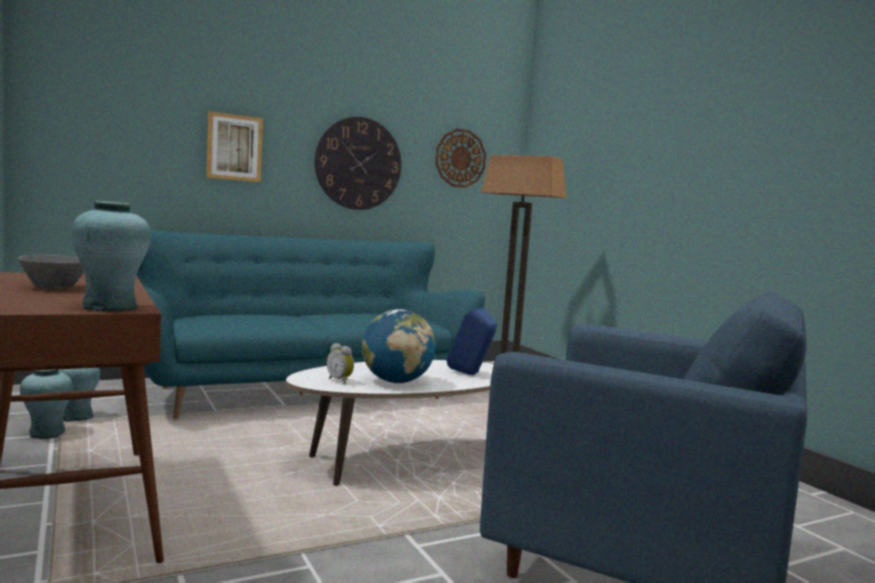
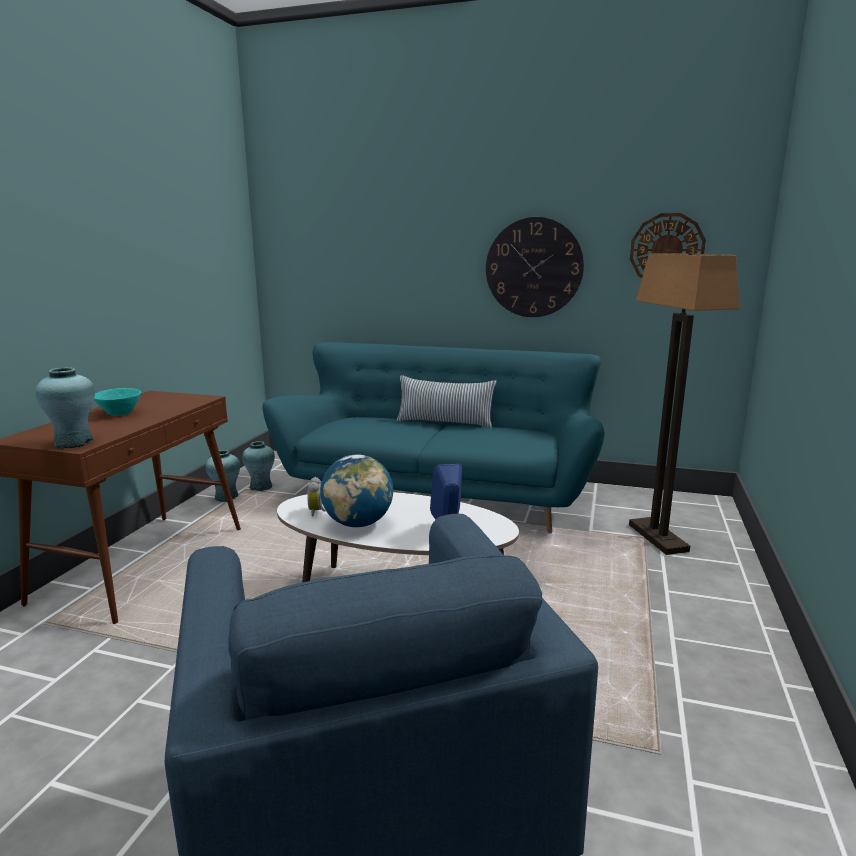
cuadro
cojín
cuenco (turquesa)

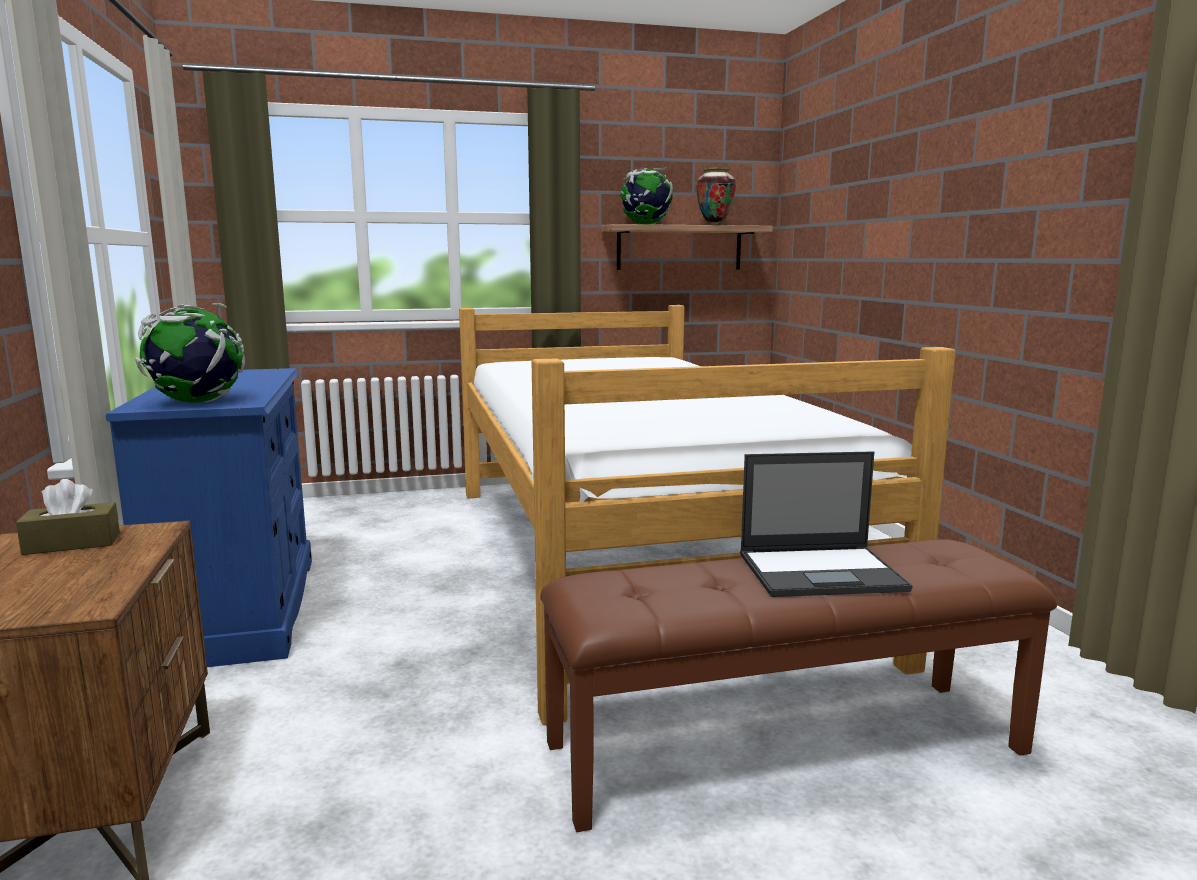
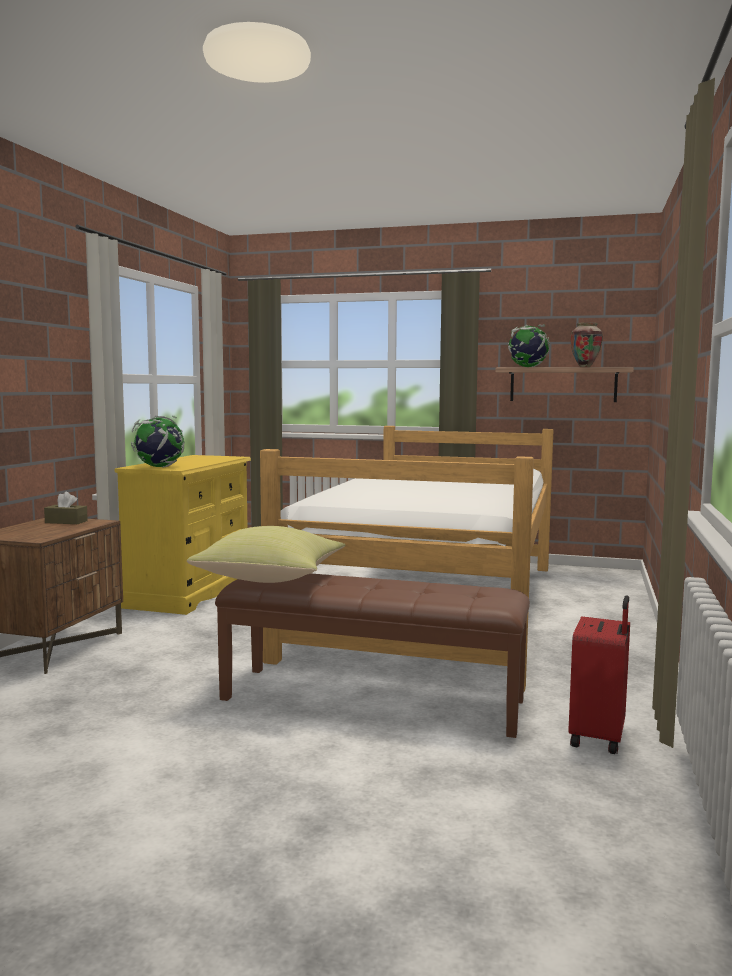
portátil
cojín (amarillo)
maleta (rojo)
cómoda (amarillo)

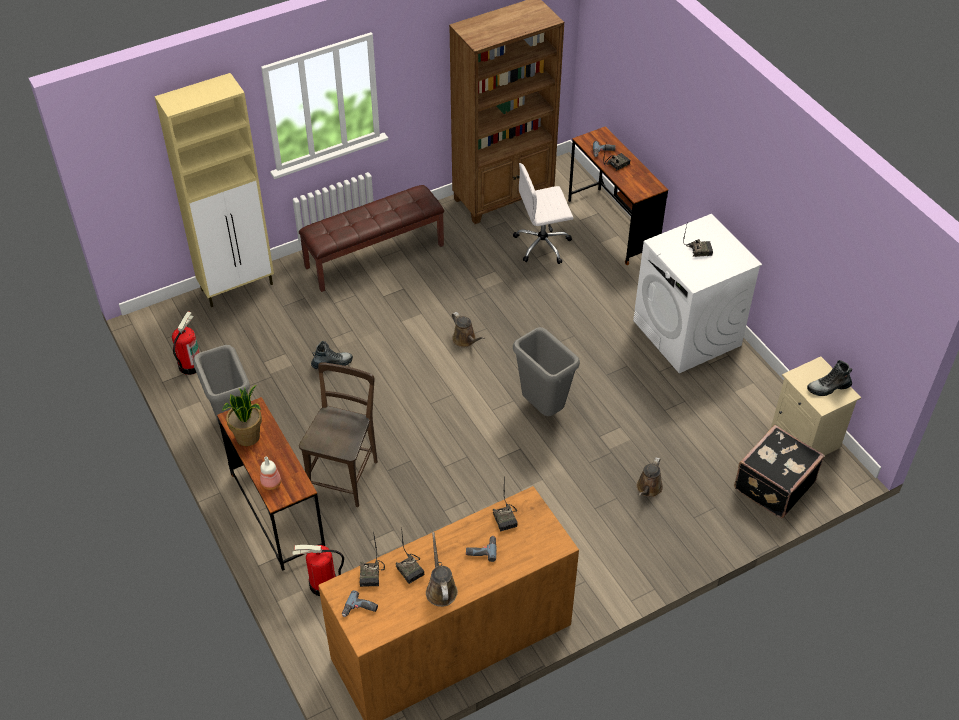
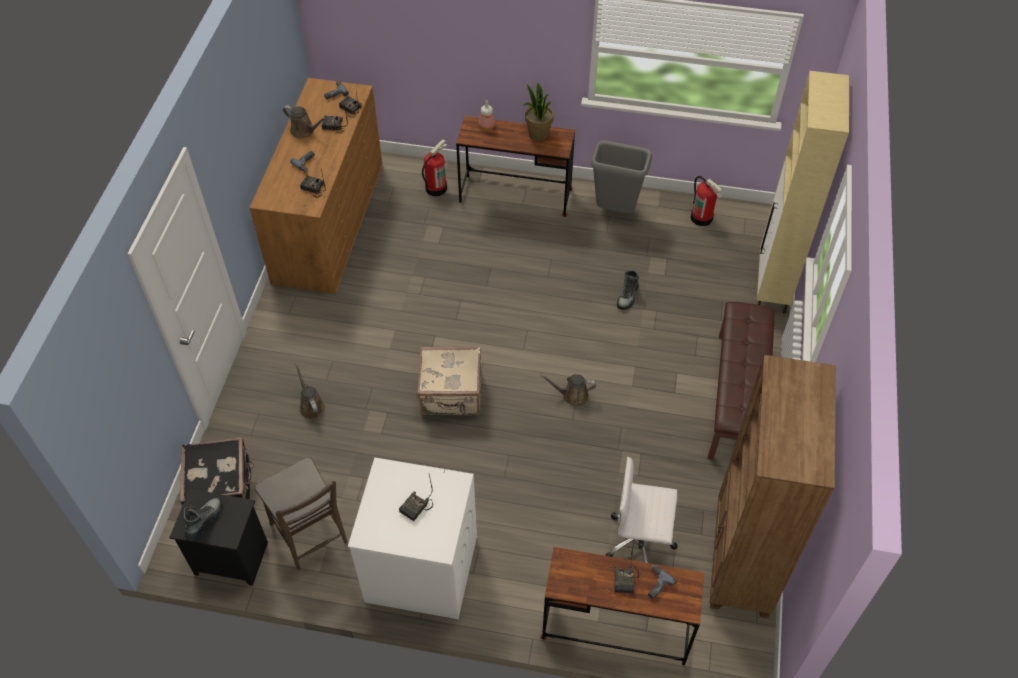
silla (marrón)
maleta (beis)
mesita de noche (negro)
silla de oficina (blanco)

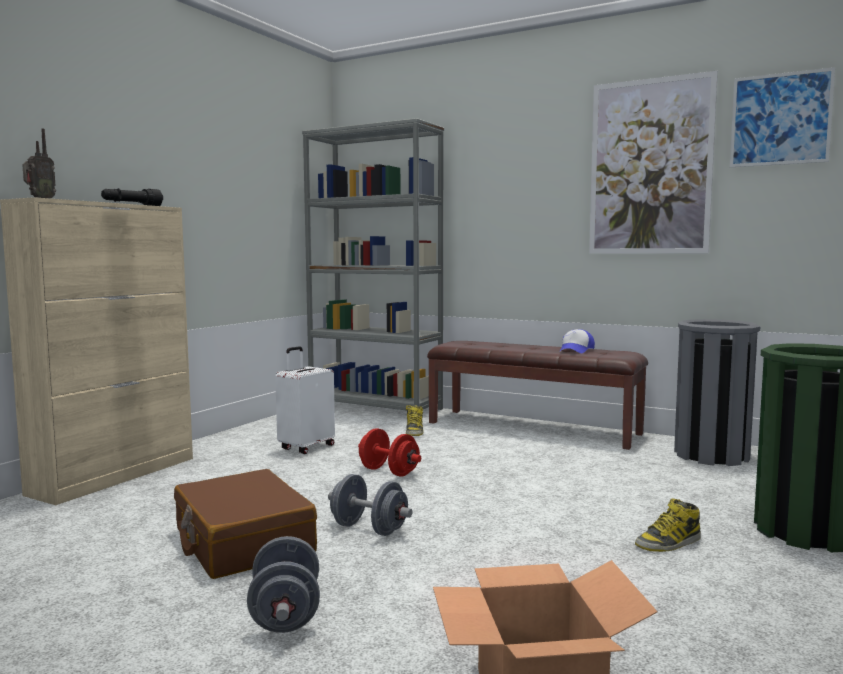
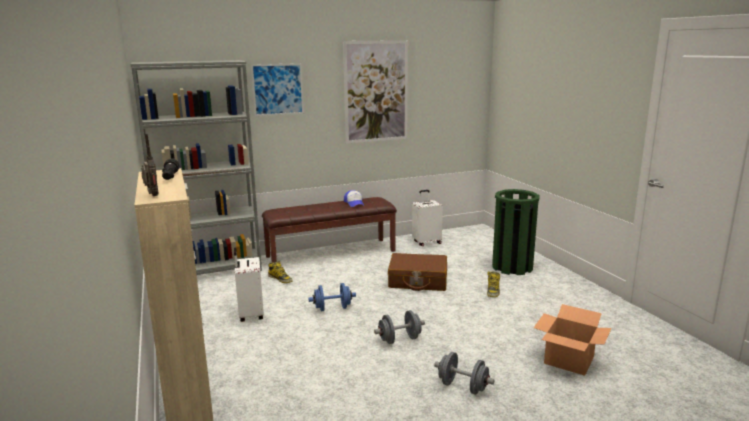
maleta (marrón)
cuadro (no. 1 from left)
maleta (blanco) (no. 2 from left)
mancuerna (azul)

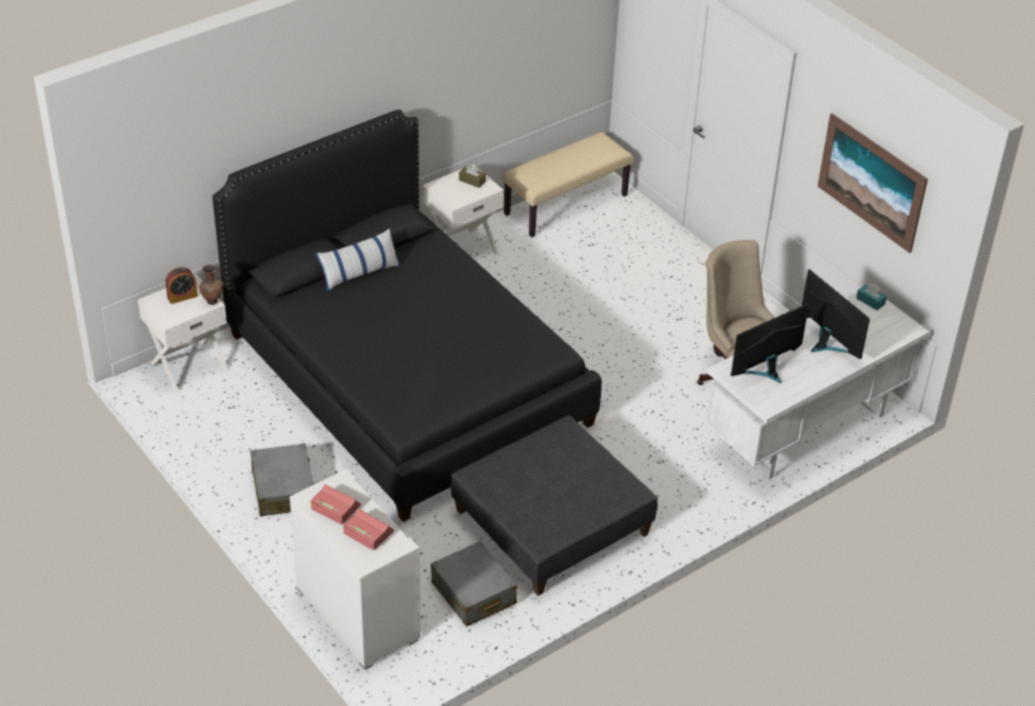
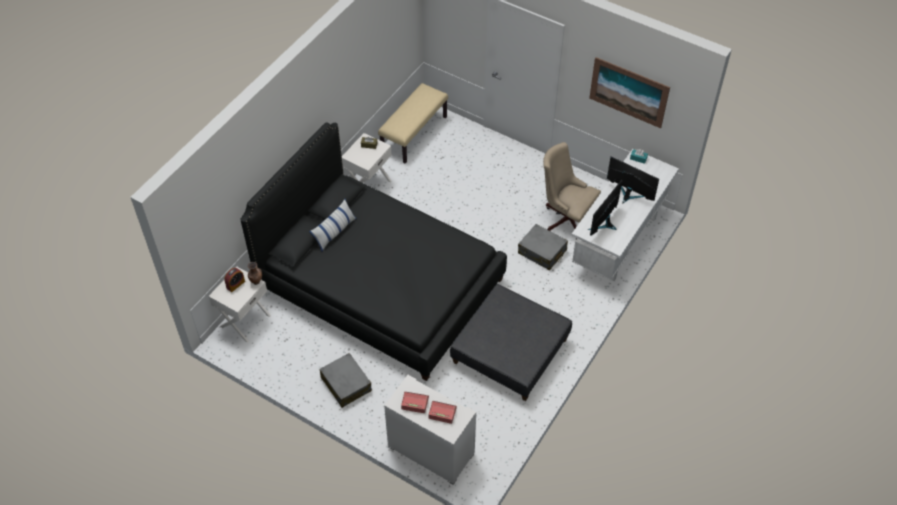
maleta (gris) (no. 2 from left)

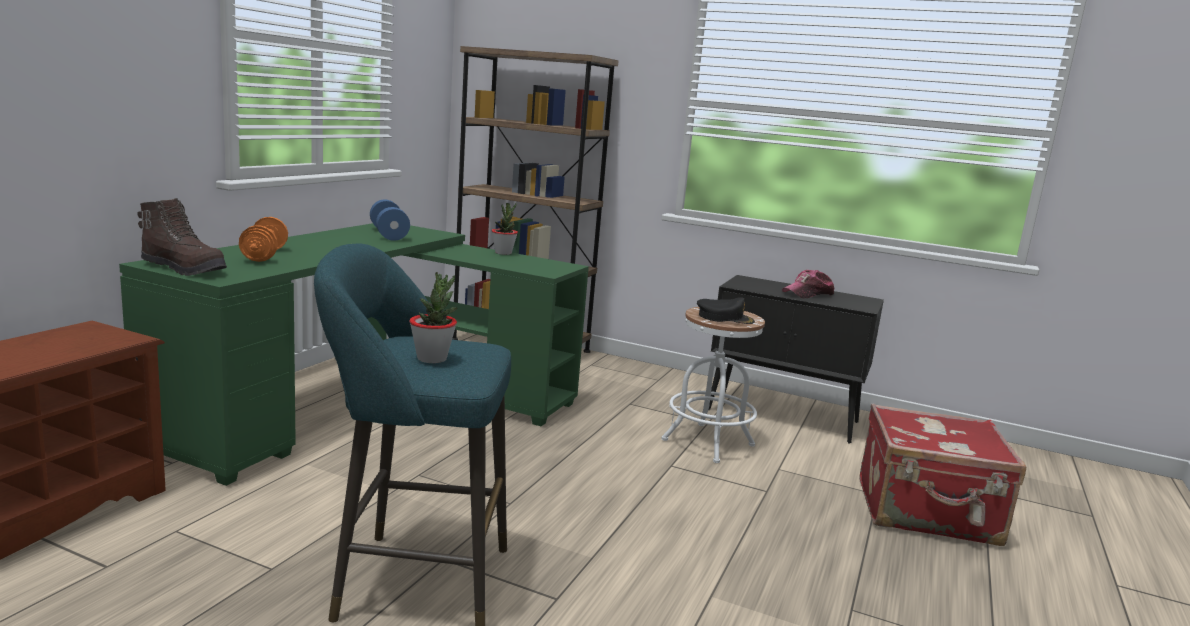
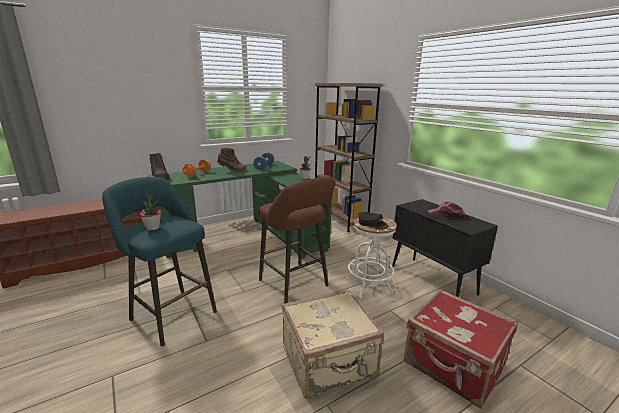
bota (marrón) (no. 2 from left)
taburete (marrón)
maleta (beis)

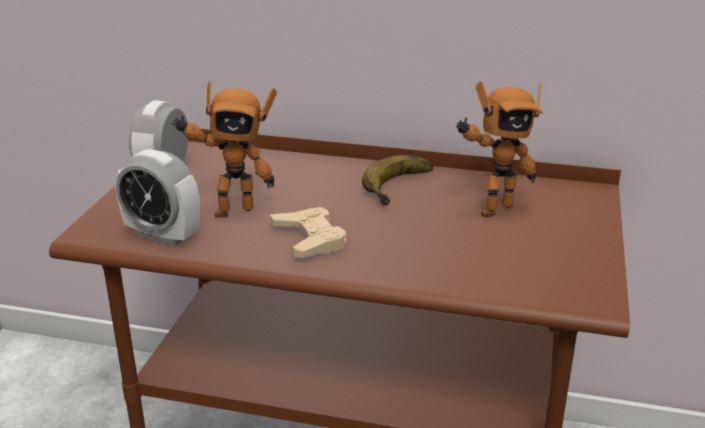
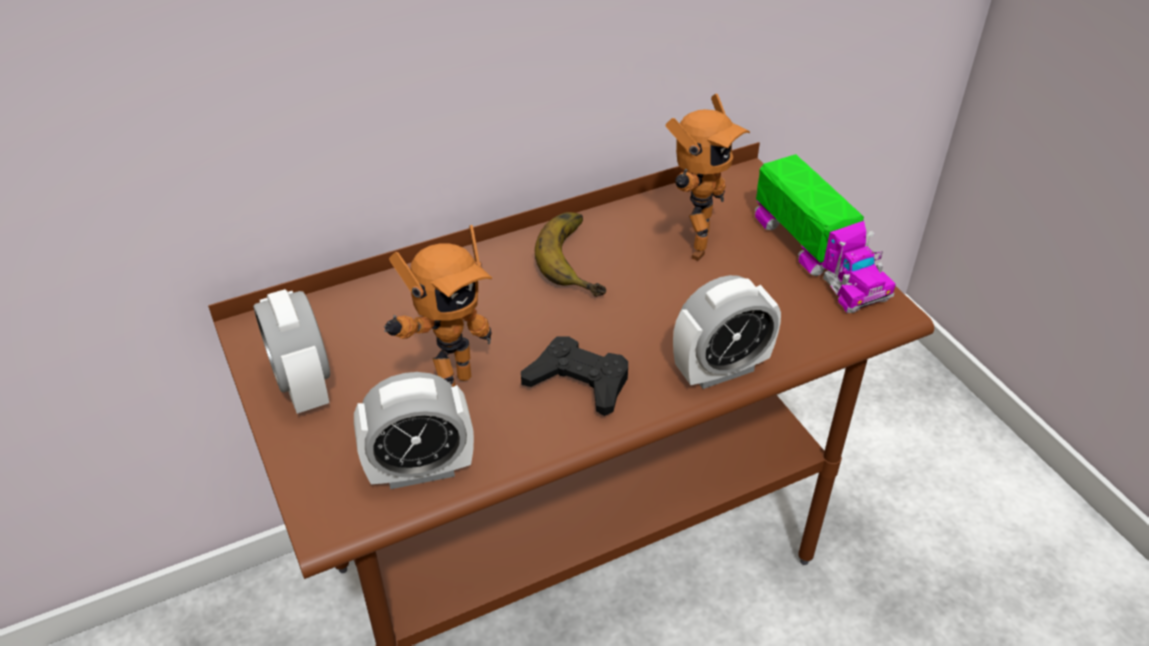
despertador (no. 3 from left)
camión de juguete
mando de consola (negro)

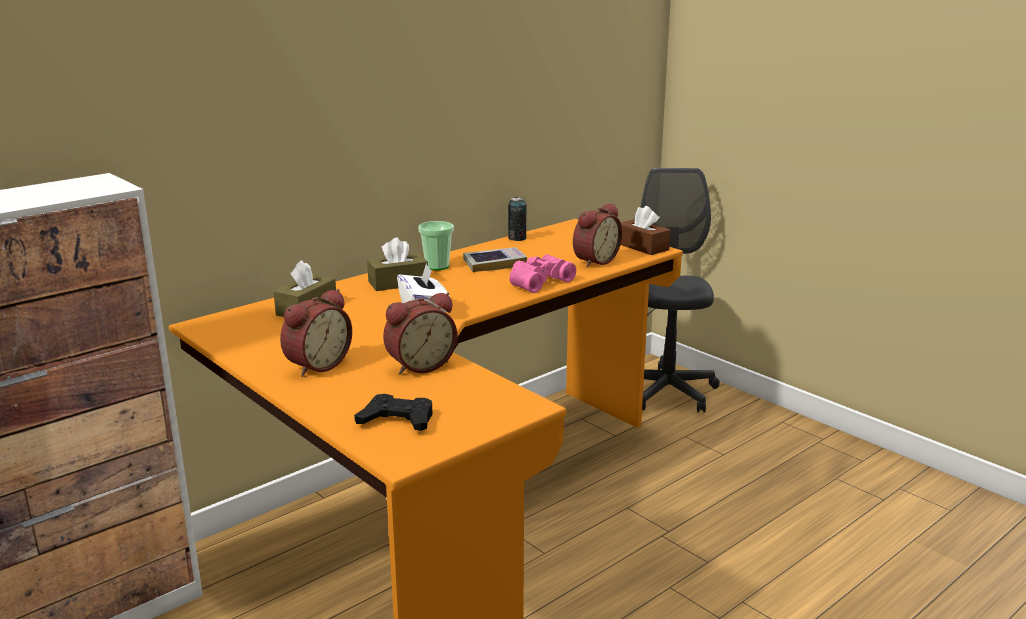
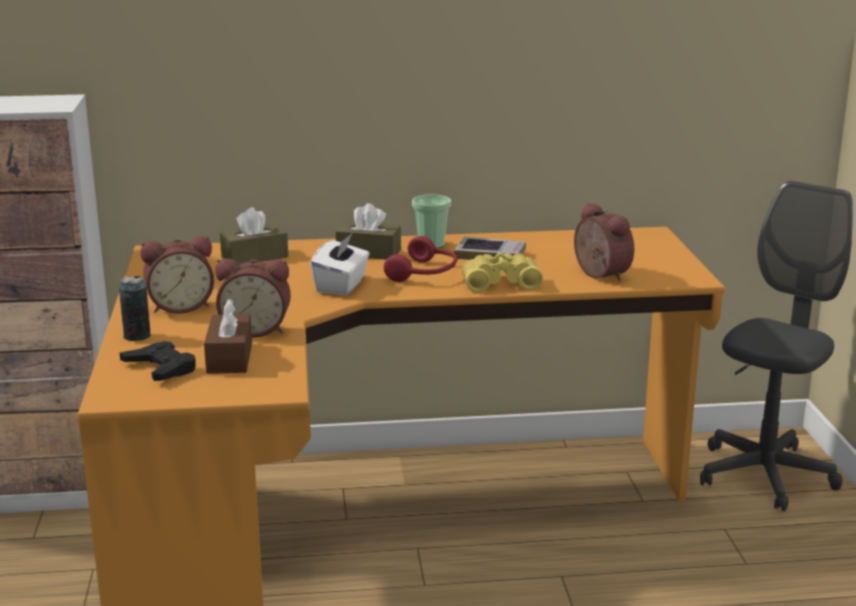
auriculares (rojo)
lata
caja de pañuelos (marrón) (no. 1 from left)
prismáticos (amarillo)
despertador (no. 3 from left)

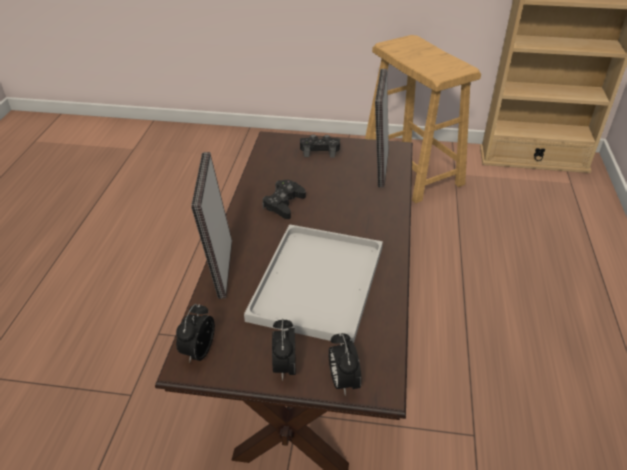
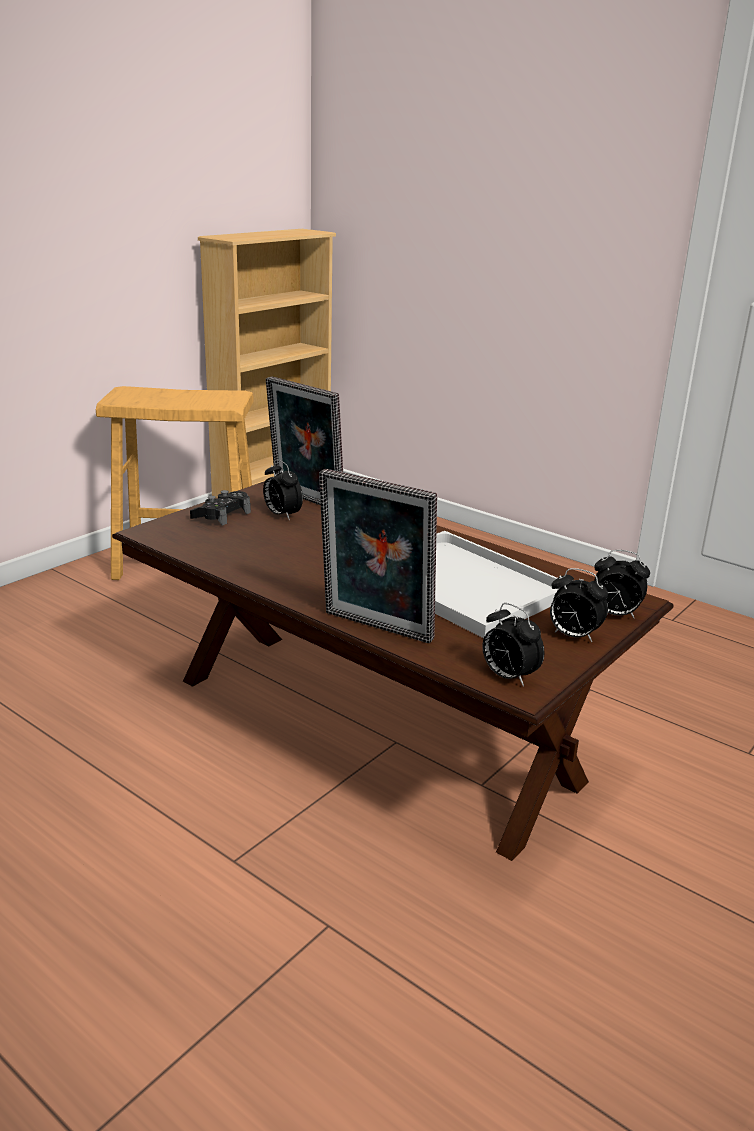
mando de consola (negro) (no. 1 from left in the first image)
despertador (no. 1 from left)

